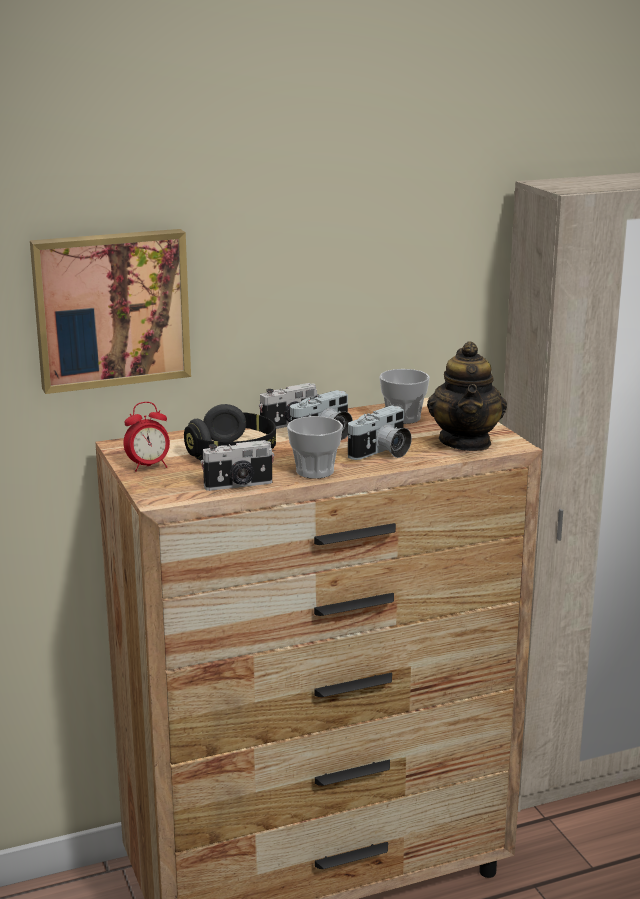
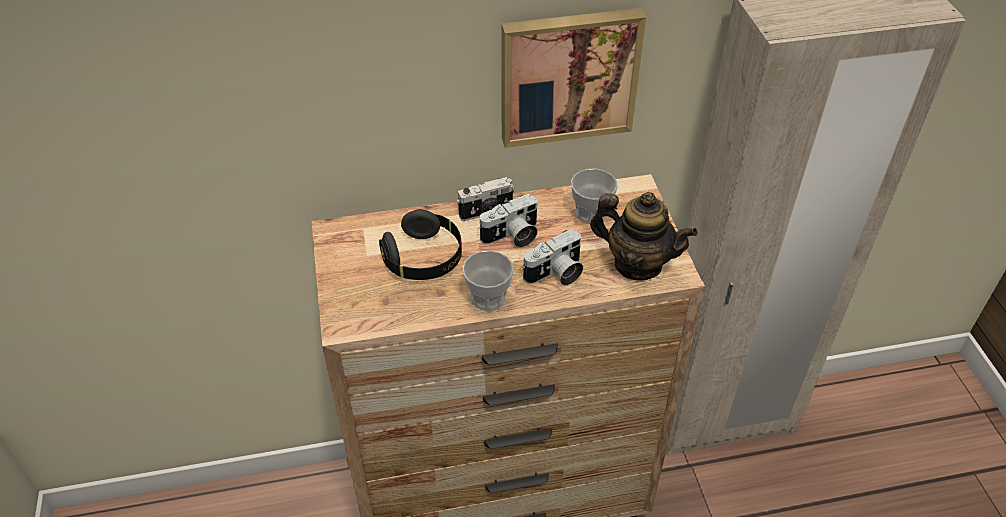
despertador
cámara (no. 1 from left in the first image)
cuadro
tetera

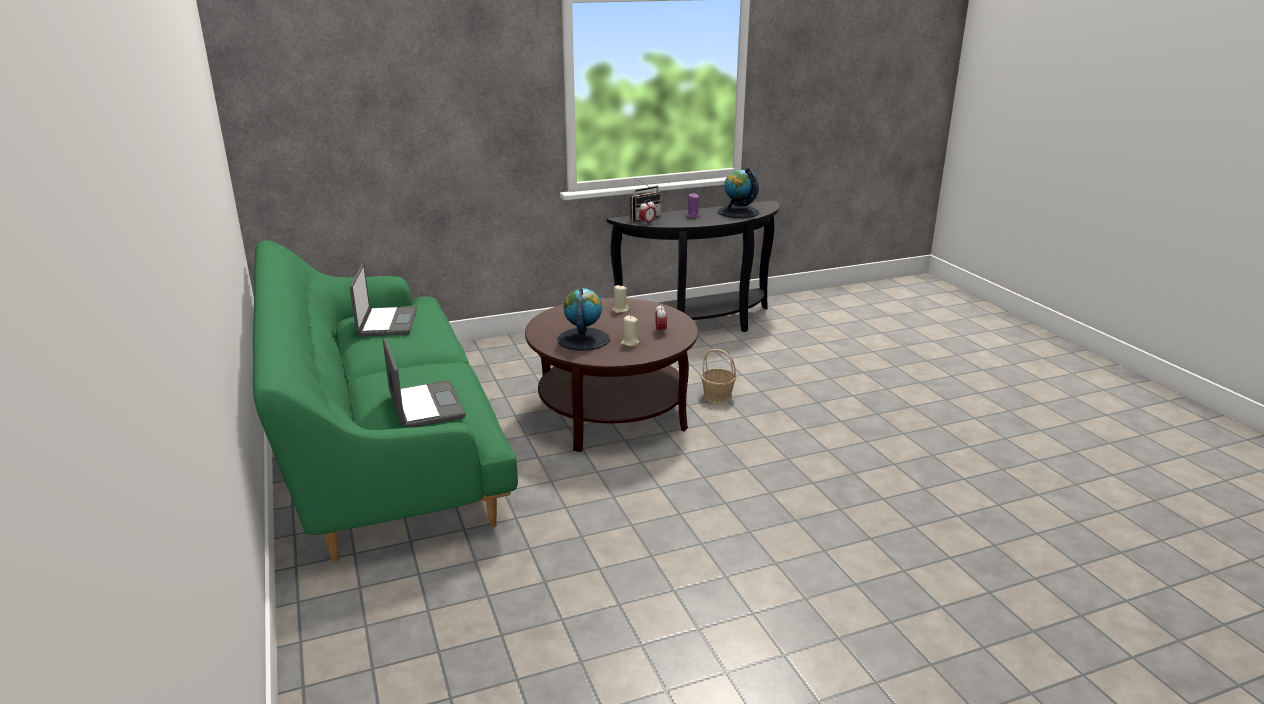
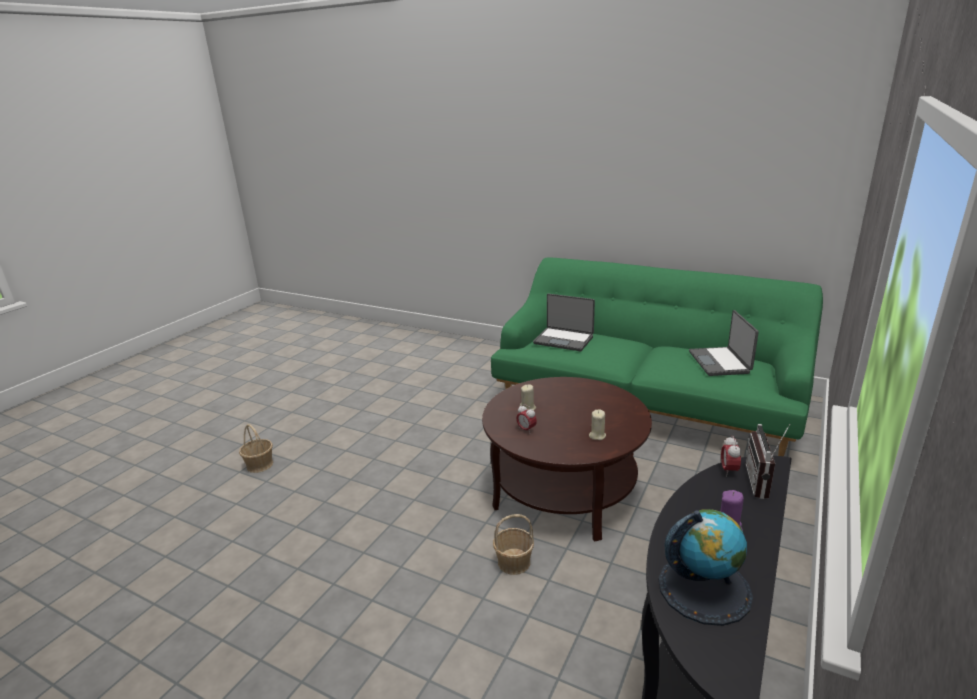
globo terráqueo (no. 1 from left in the first image)
cesta (no. 1 from left)
portátil (no. 2 from left)

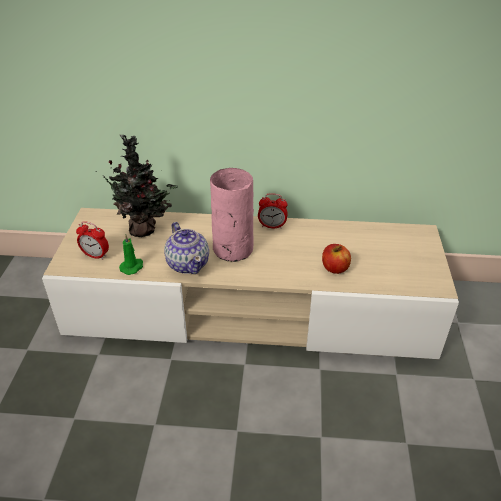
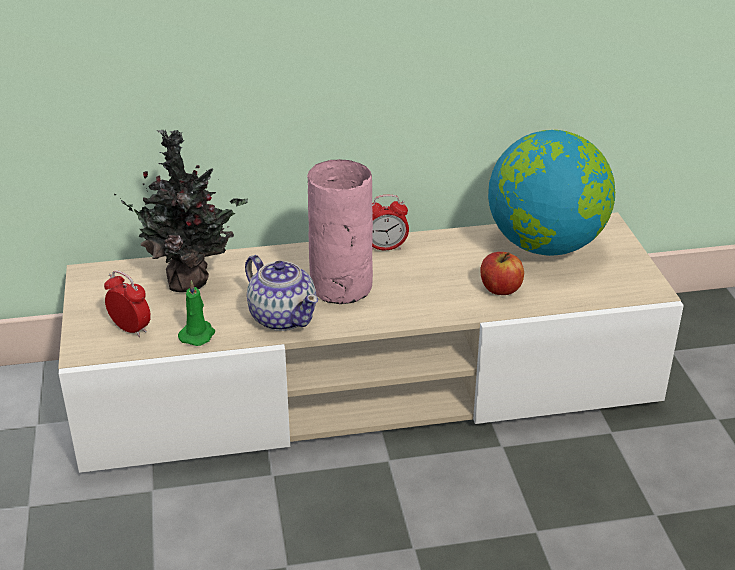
globo terráqueo
despertador (no. 1 from left)

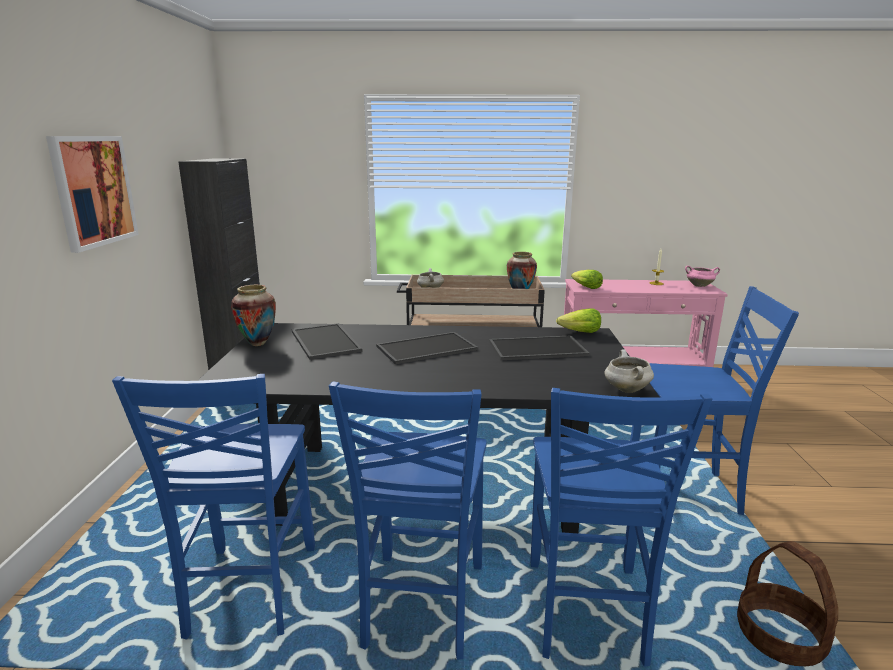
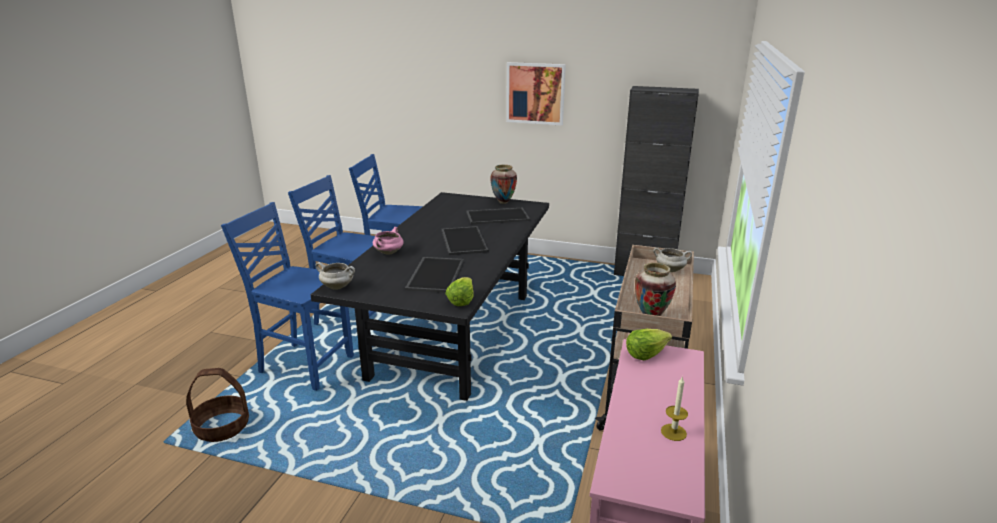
silla (azul) (no. 4 from left in the first image)
olla (rosa)

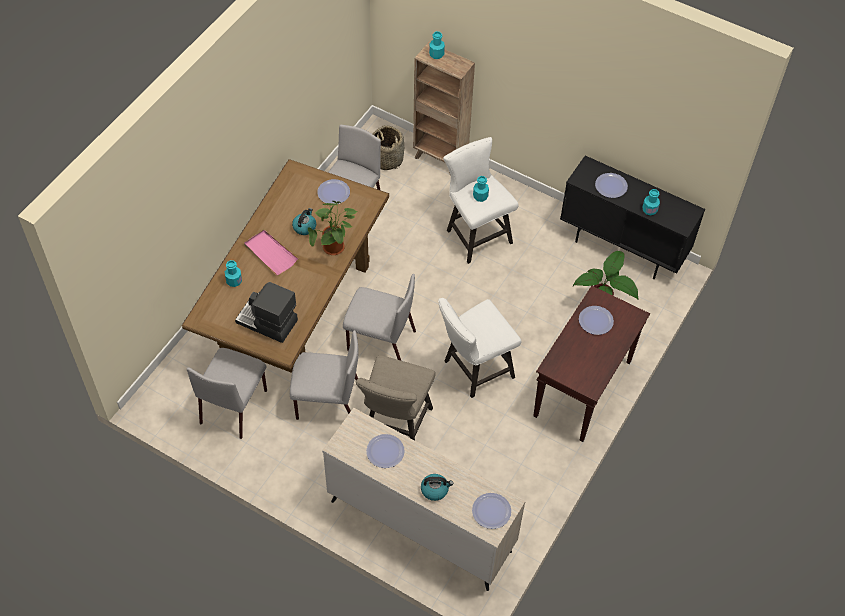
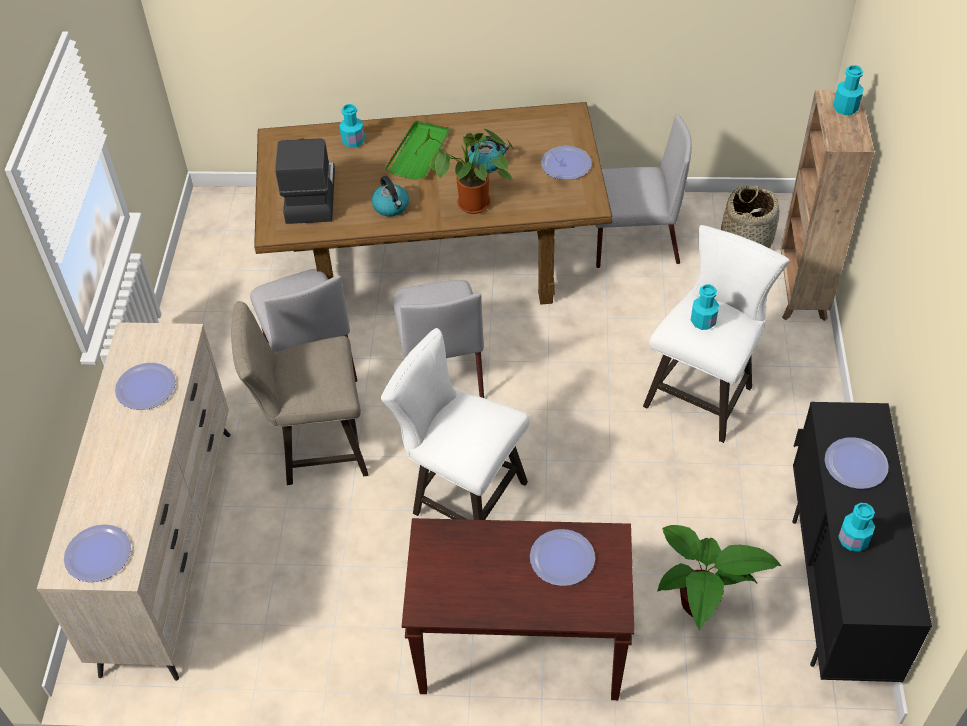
silla (gris) (no. 1 from left in the first image)
hervidor (no. 1 from left)
bandeja (verde)

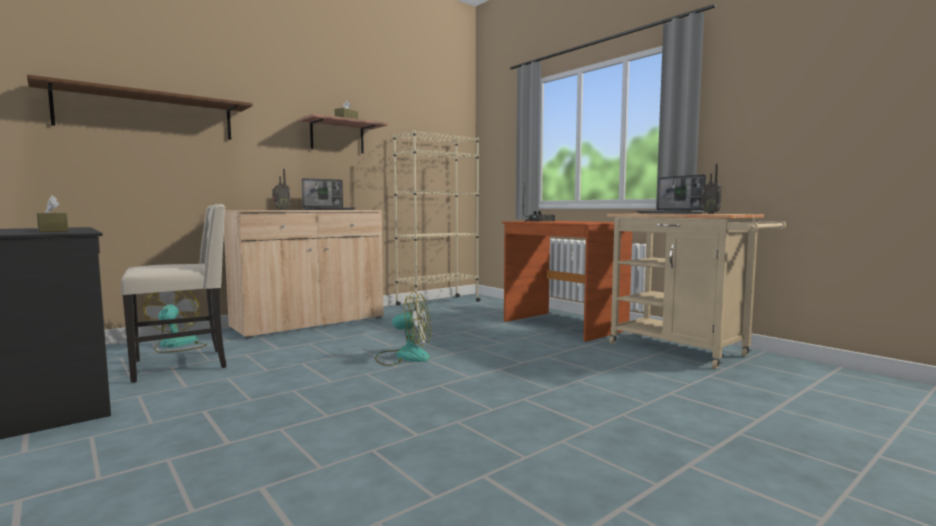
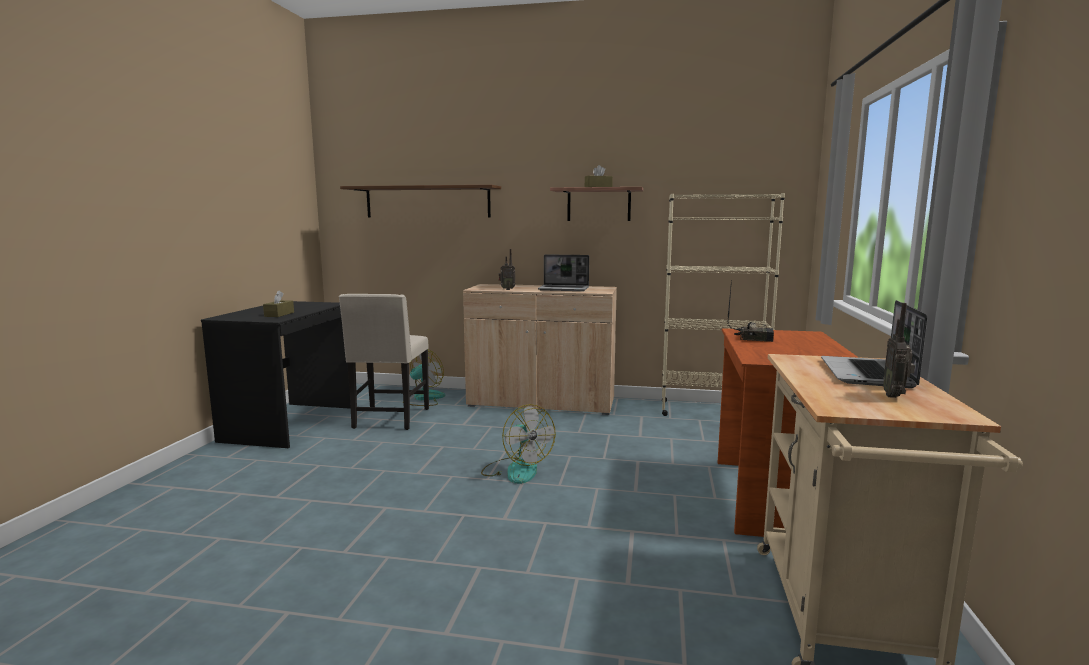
silla (beis)

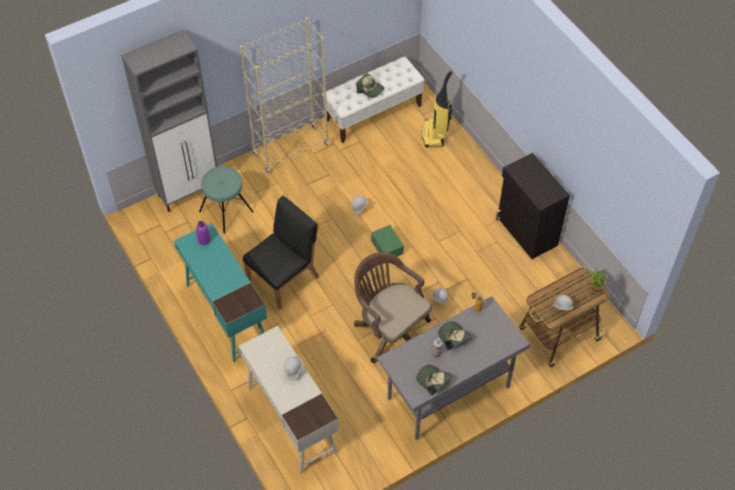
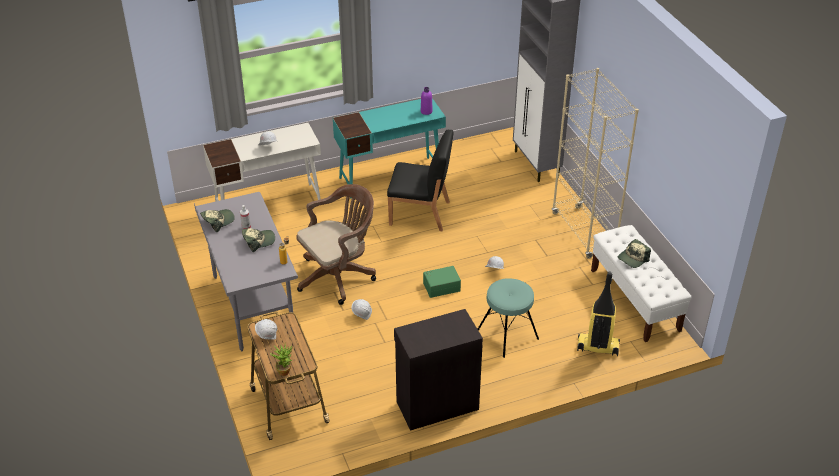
taburete (turquesa)
silla (negro)

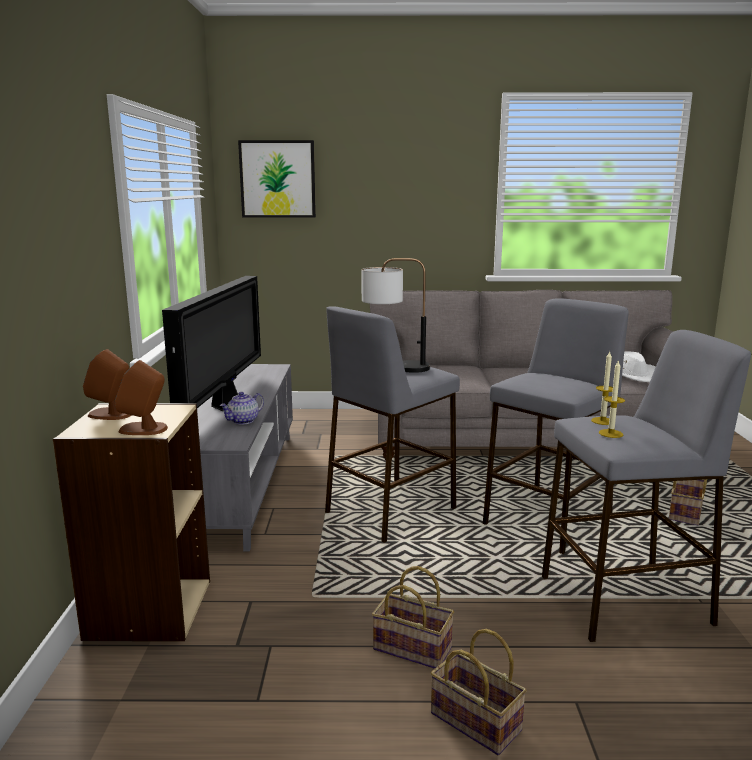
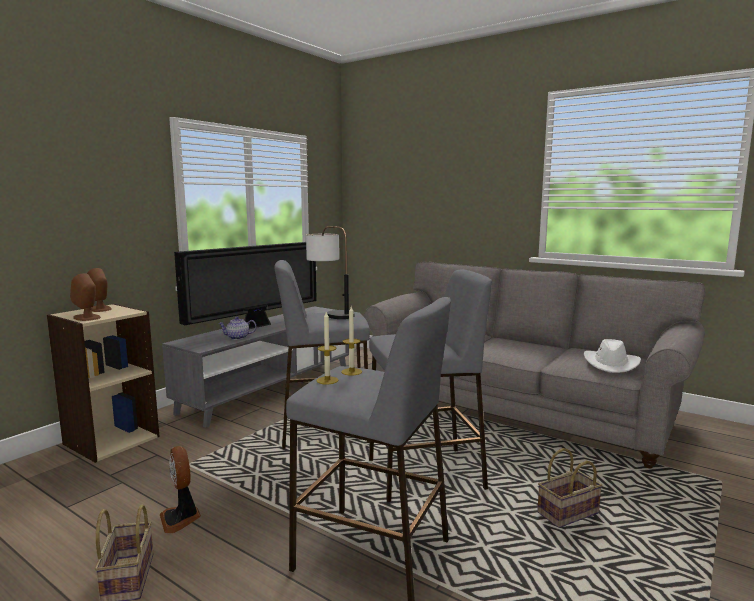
cuadro
ventilador

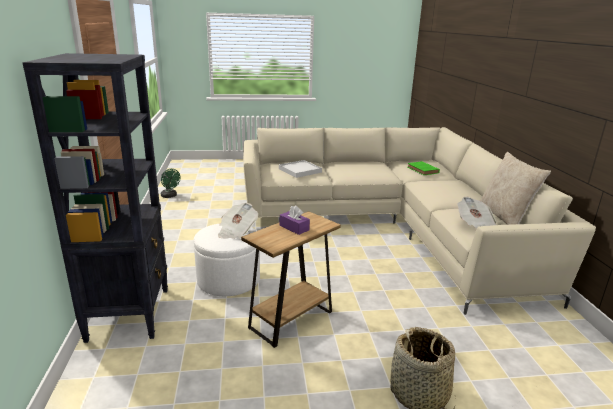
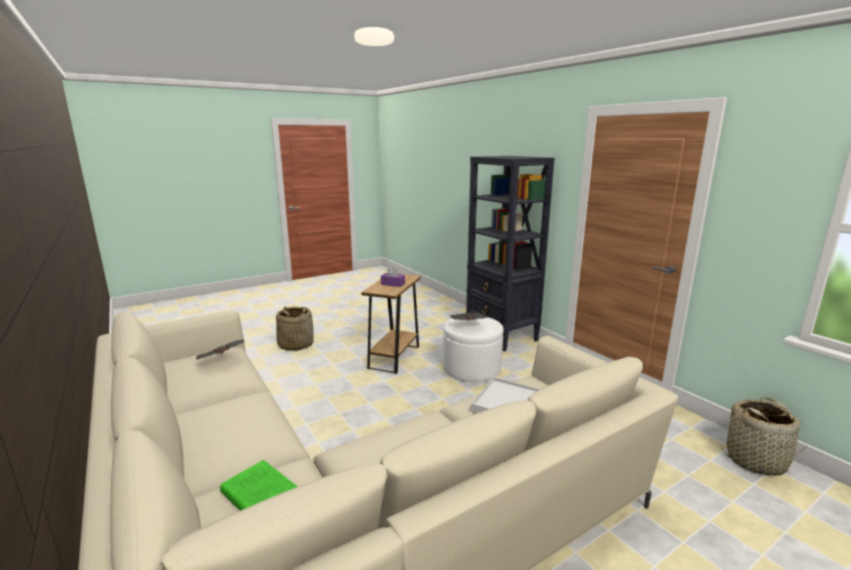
cojín (beis)
cesta (no. 2 from left)

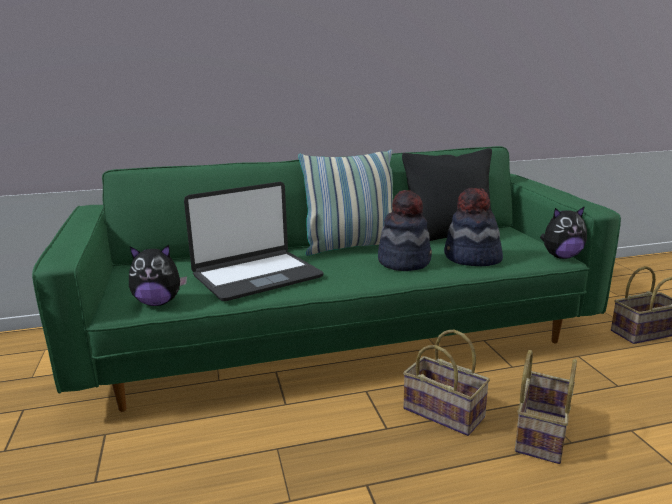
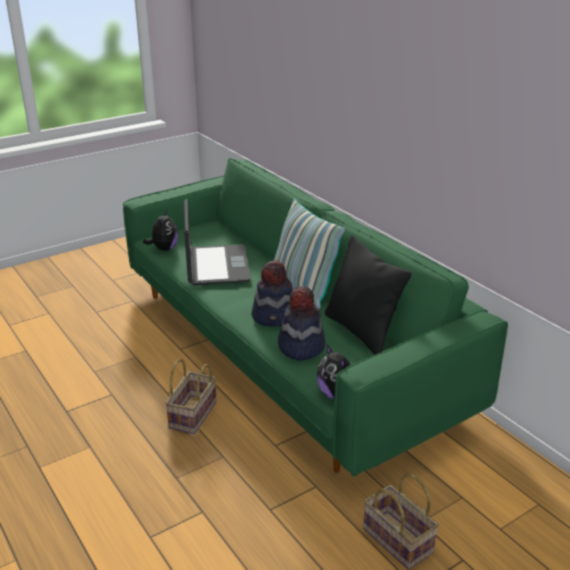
cesta (no. 2 from left in the first image)
peluche (no. 1 from left)
portátil

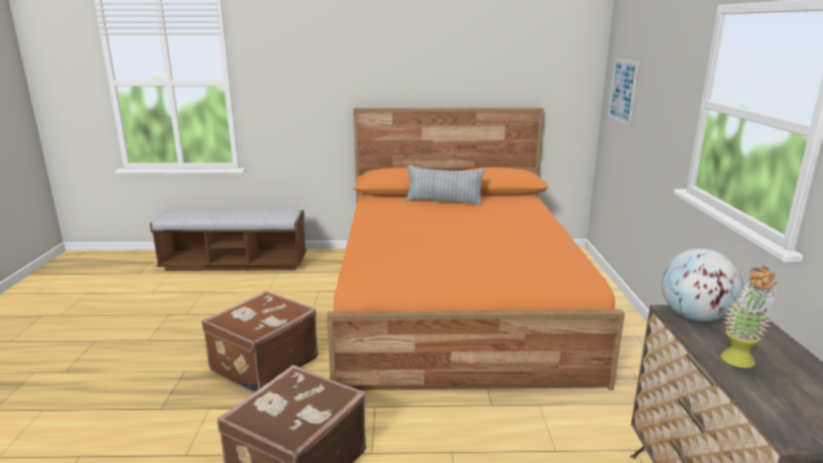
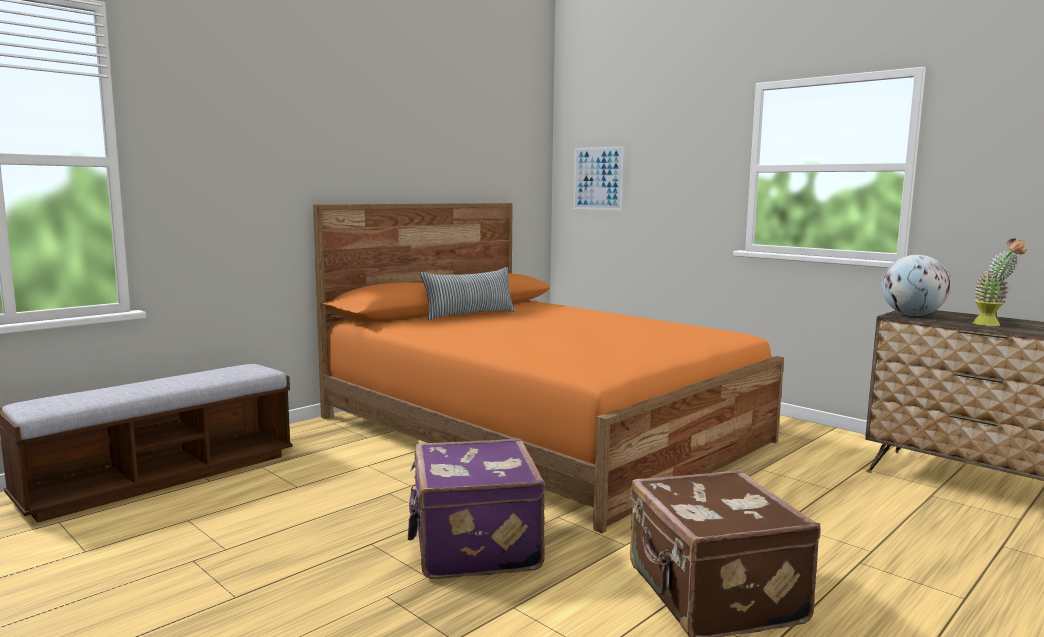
maleta (morado)

